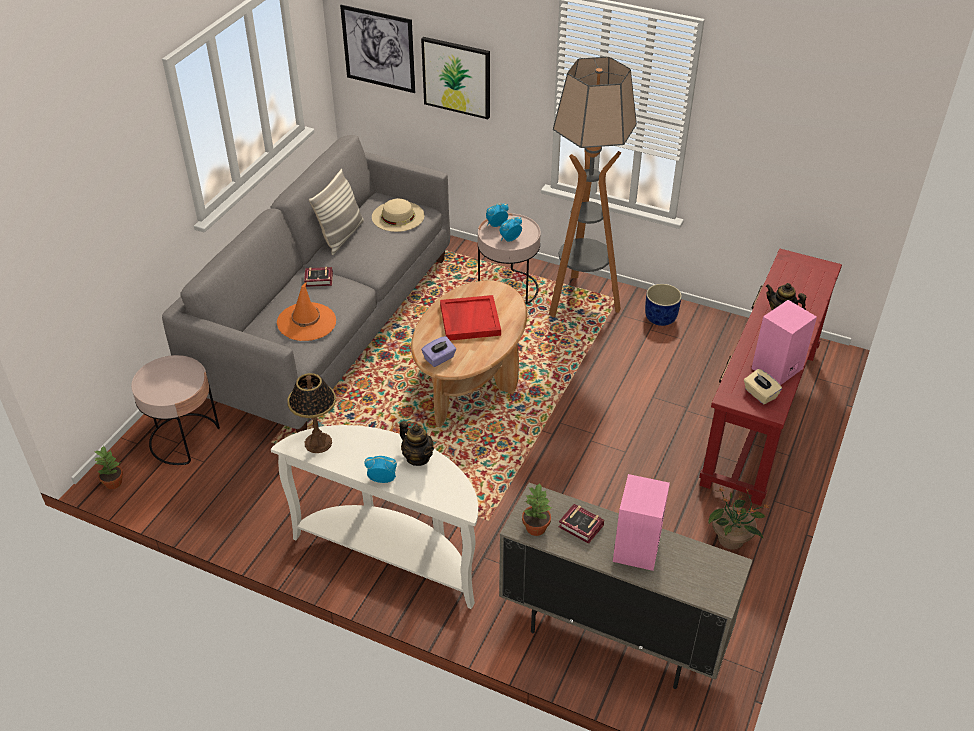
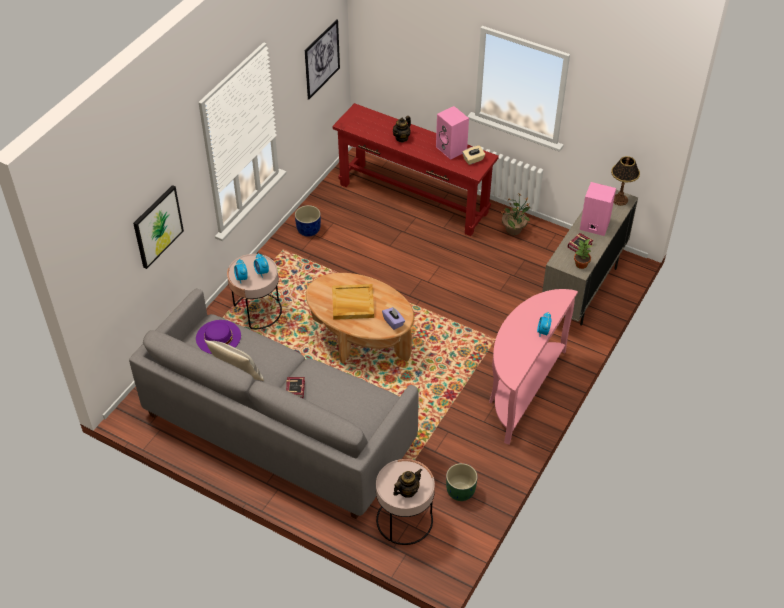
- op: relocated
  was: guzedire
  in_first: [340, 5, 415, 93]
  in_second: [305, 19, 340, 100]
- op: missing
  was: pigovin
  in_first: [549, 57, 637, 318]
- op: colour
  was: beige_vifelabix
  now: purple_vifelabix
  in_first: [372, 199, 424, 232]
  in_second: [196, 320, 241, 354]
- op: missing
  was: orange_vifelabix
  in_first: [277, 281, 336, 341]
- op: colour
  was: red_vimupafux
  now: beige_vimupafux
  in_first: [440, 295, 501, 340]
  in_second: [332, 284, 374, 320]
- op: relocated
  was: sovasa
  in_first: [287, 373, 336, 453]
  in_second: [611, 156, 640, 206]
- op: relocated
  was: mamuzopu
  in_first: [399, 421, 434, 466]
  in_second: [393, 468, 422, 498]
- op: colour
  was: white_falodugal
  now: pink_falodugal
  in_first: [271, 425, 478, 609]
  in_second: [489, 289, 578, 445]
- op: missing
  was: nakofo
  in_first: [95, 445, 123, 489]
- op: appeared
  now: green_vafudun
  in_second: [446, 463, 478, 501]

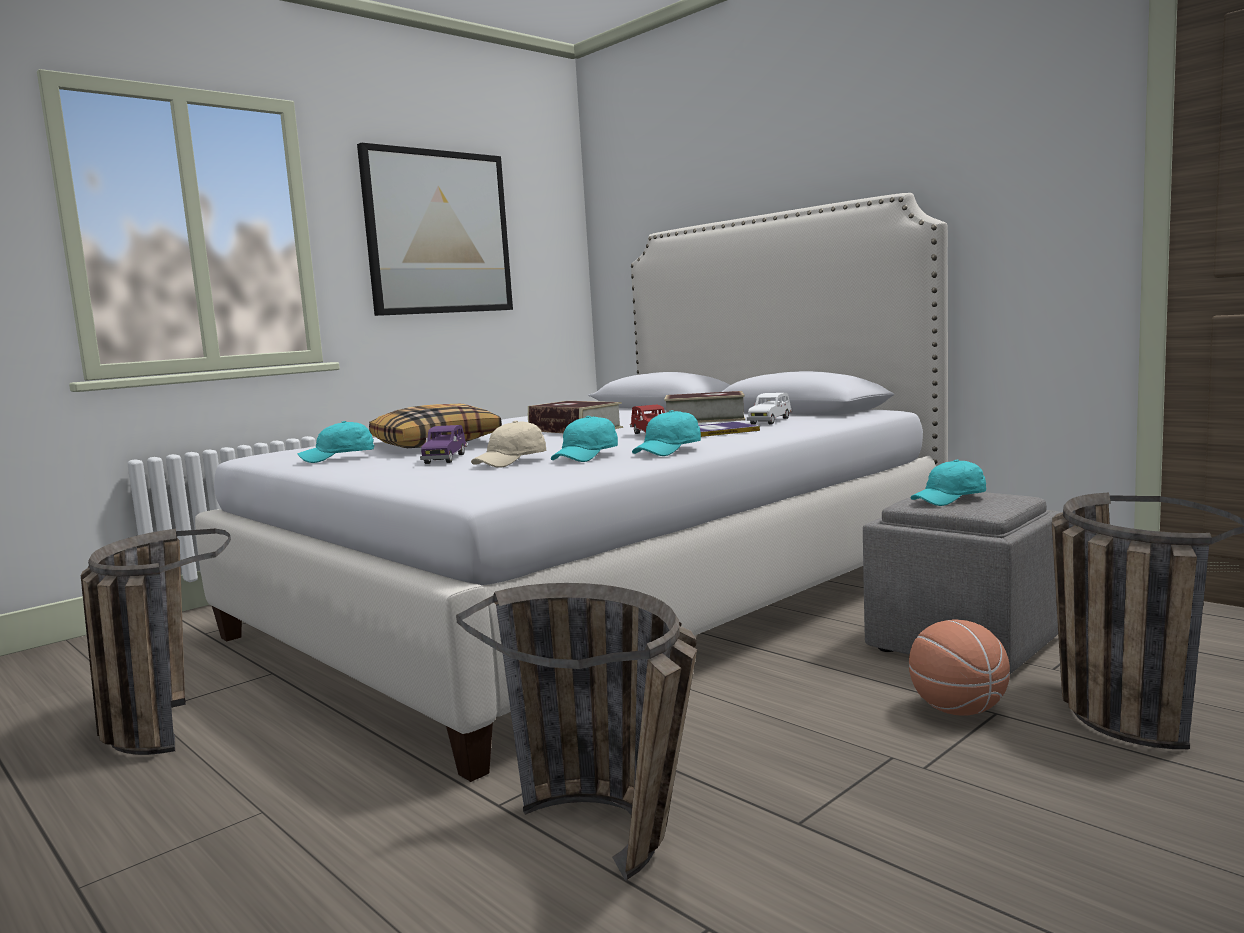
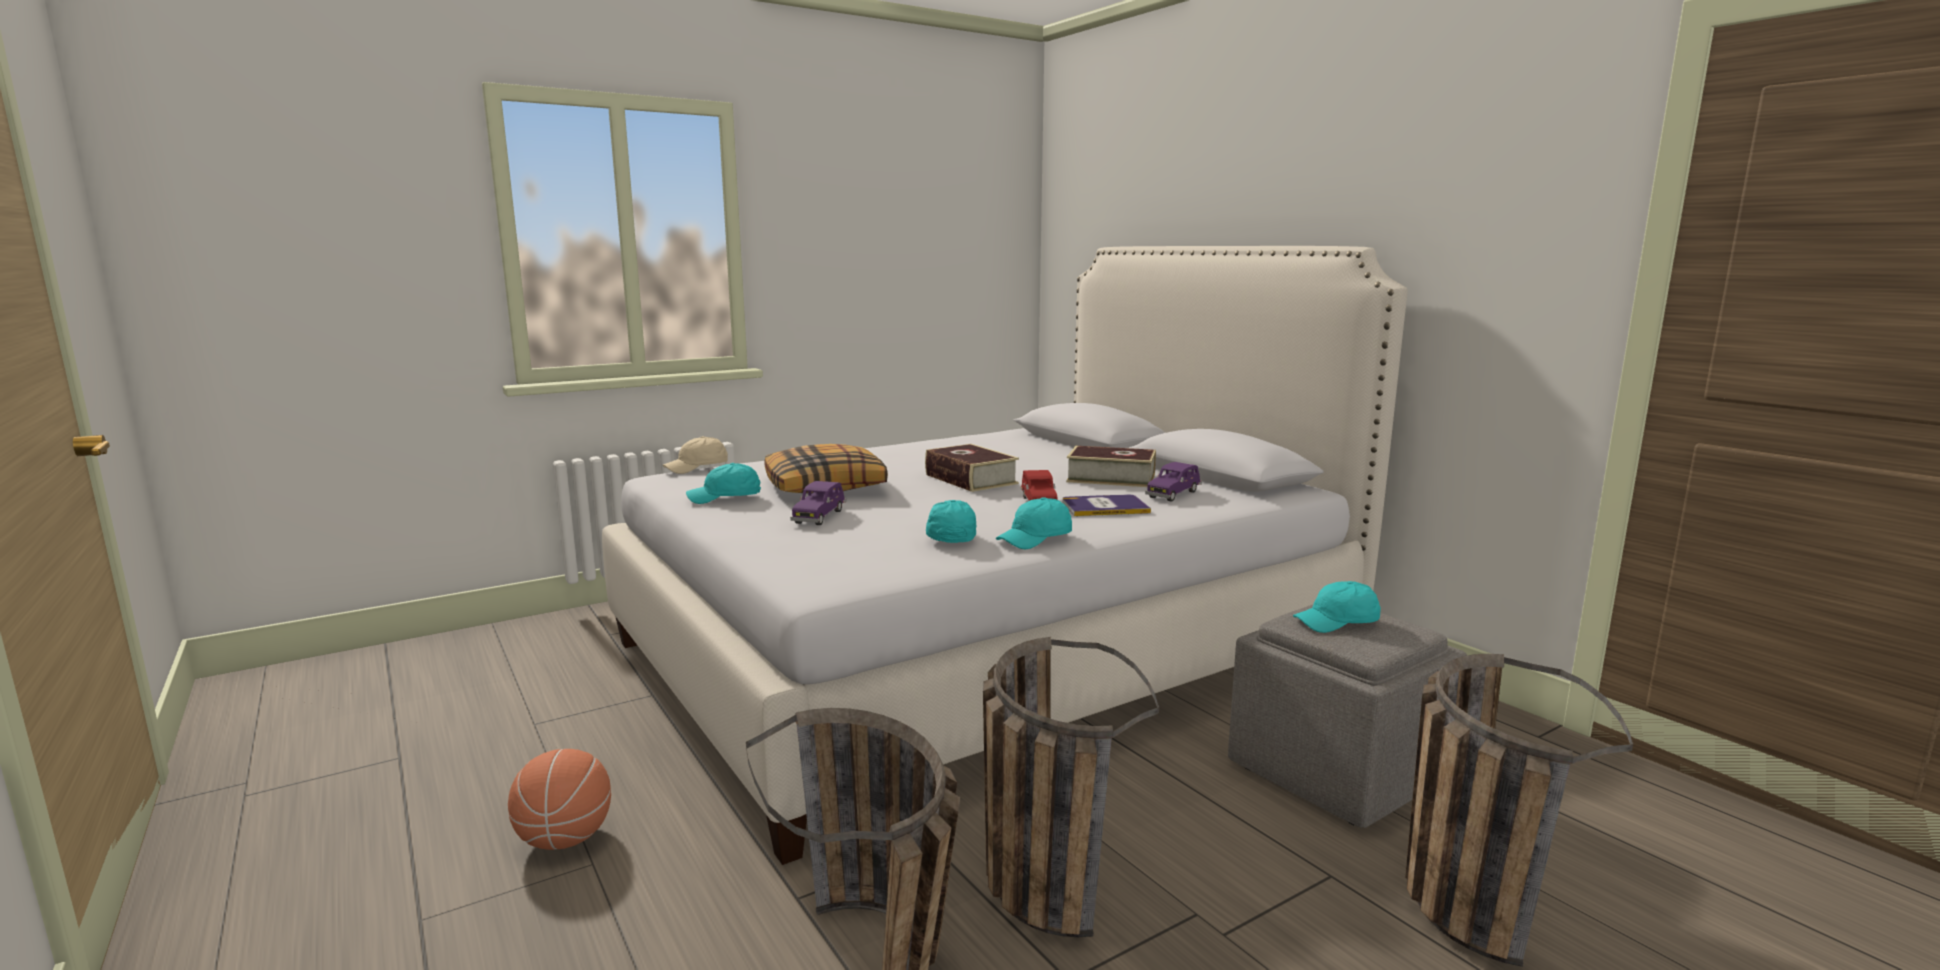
- op: missing
  was: guzedire
  in_first: [357, 143, 513, 316]
- op: colour
  was: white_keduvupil
  now: purple_keduvupil
  in_first: [747, 393, 792, 424]
  in_second: [1145, 462, 1202, 502]
- op: spun
  was: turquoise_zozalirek
  in_first: [551, 416, 618, 462]
  in_second: [926, 500, 976, 543]
  clockwise: 135
- op: relocated
  was: beige_zozalirek
  in_first: [471, 421, 546, 468]
  in_second: [663, 436, 728, 474]
- op: relocated
  was: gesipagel
  in_first: [81, 529, 231, 755]
  in_second: [983, 637, 1159, 937]
- op: relocated
  was: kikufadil
  in_first: [909, 619, 1010, 716]
  in_second: [508, 749, 611, 850]

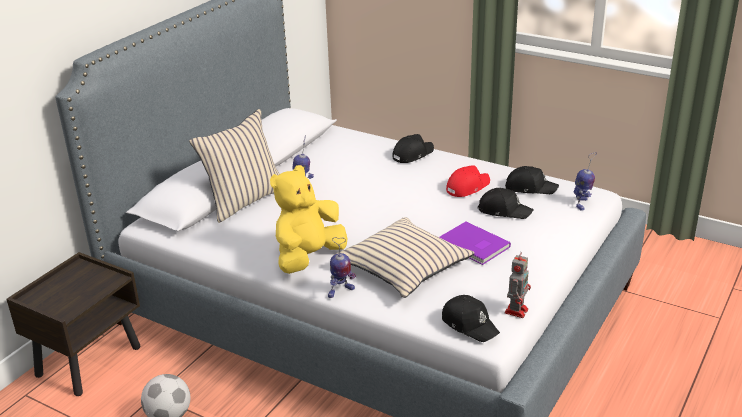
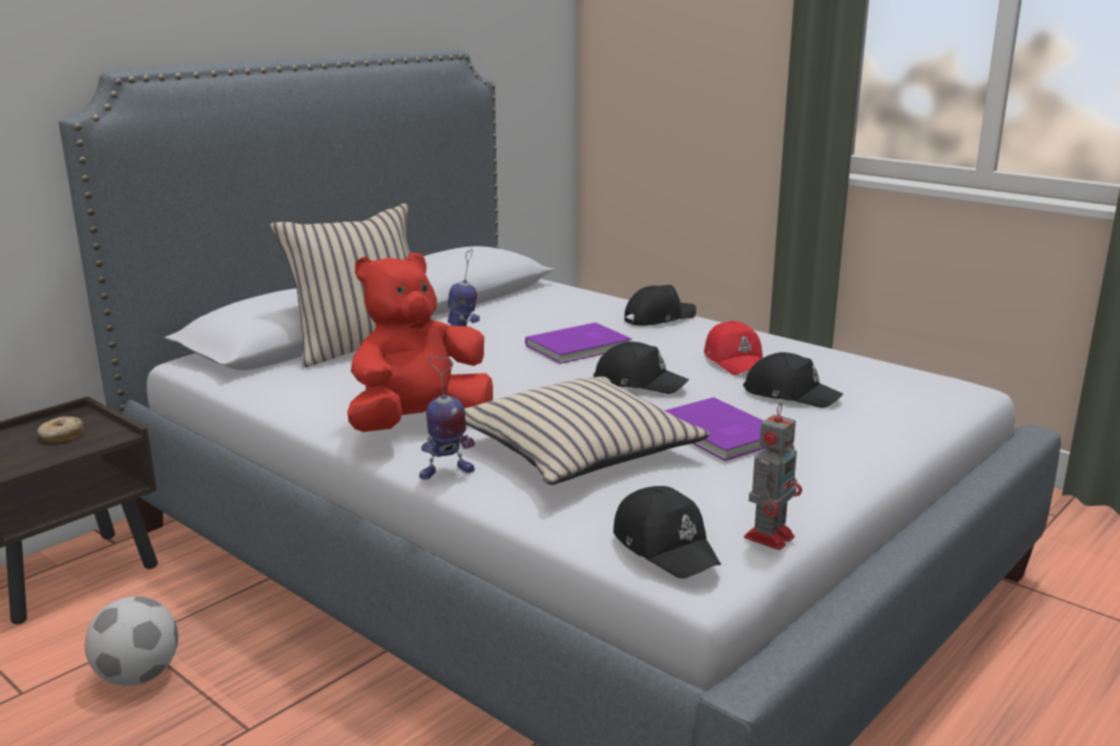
- op: missing
  was: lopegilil
  in_first: [574, 152, 597, 211]
- op: colour
  was: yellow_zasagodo
  now: red_zasagodo
  in_first: [270, 165, 348, 274]
  in_second: [347, 253, 493, 432]
- op: spun
  was: red_zozalirek
  in_first: [446, 165, 490, 197]
  in_second: [704, 321, 763, 375]
  clockwise: 105
- op: relocated
  was: black_zozalirek
  in_first: [505, 166, 559, 194]
  in_second: [593, 341, 689, 394]
- op: appeared
  now: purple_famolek
  in_second: [525, 322, 632, 364]
- op: appeared
  now: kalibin
  in_second: [37, 416, 83, 442]

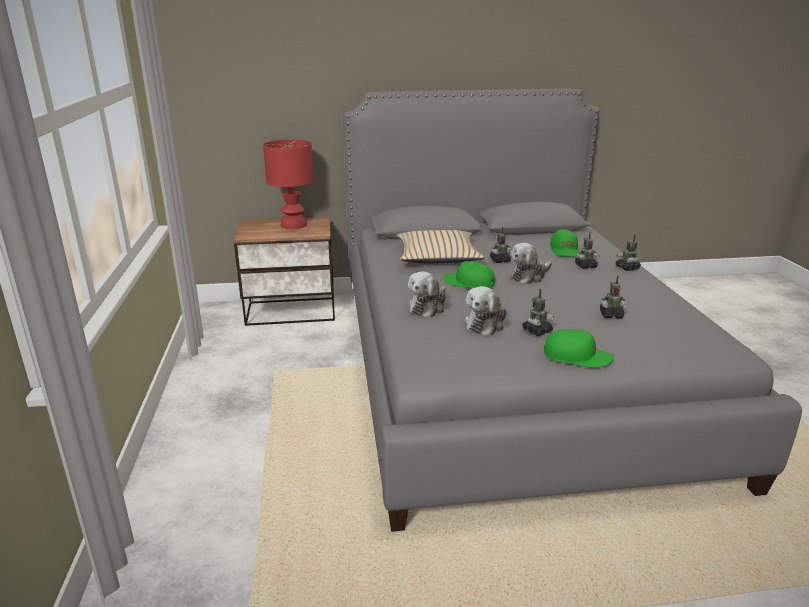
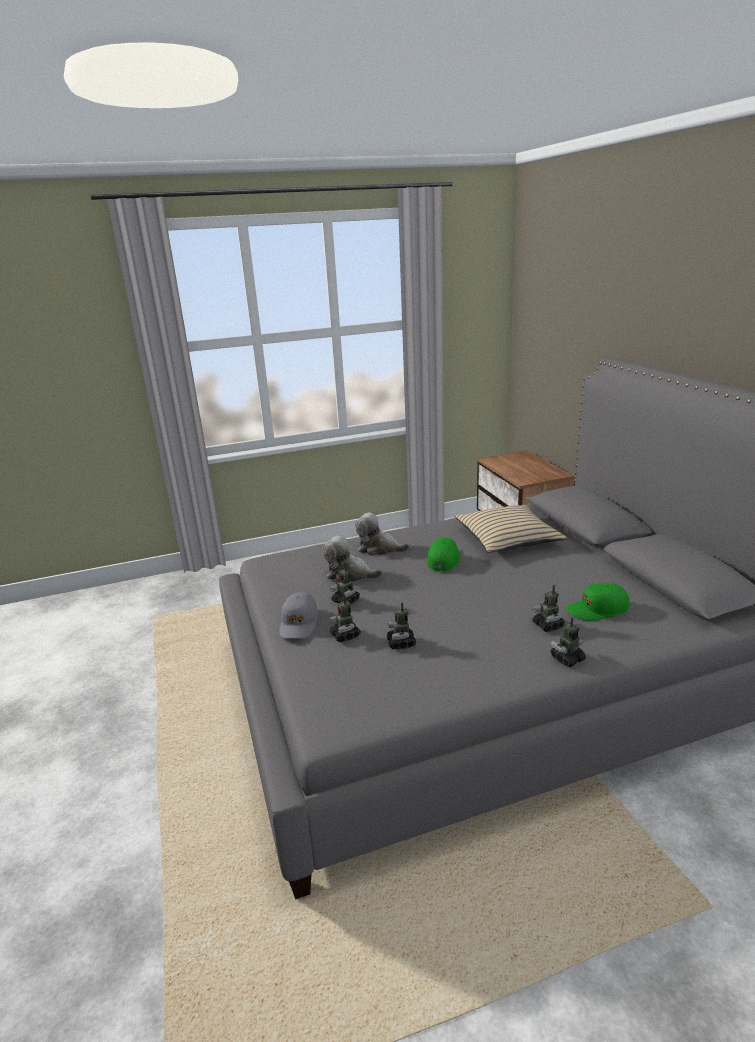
- op: missing
  was: red_sovasa
  in_first: [263, 140, 314, 229]
- op: relocated
  was: lopegilil
  in_first: [490, 227, 512, 263]
  in_second: [330, 595, 361, 642]
- op: missing
  was: zasagodo
  in_first: [511, 243, 552, 284]
- op: colour
  was: green_zozalirek
  now: grey_zozalirek
  in_first: [544, 329, 614, 368]
  in_second: [279, 592, 318, 639]

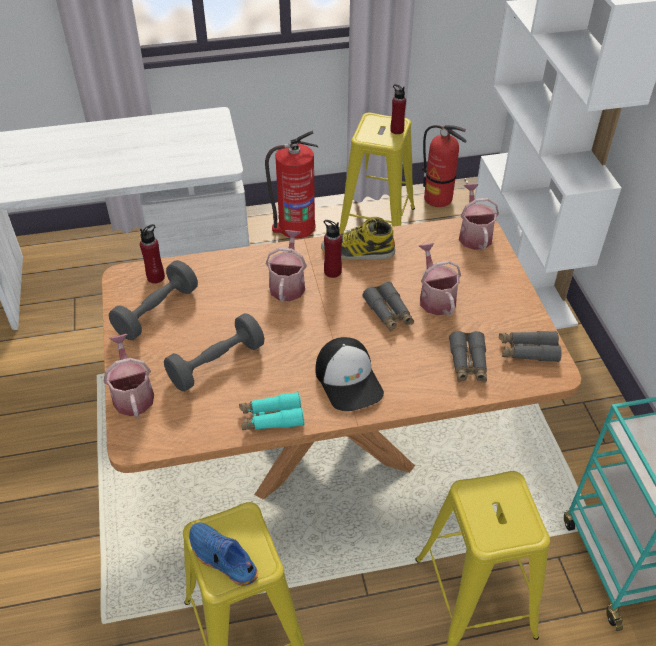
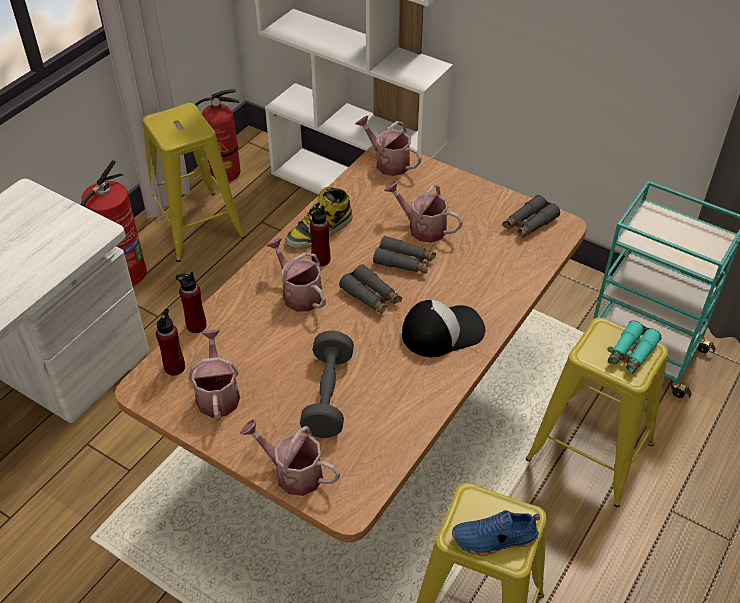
- op: relocated
  was: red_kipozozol
  in_first: [391, 84, 406, 134]
  in_second: [176, 271, 207, 333]
- op: exchanged
  was: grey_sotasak
  now: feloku
  in_first: [109, 260, 198, 340]
  in_second: [188, 330, 240, 421]
- op: relocated
  was: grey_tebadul
  in_first: [449, 331, 487, 383]
  in_second: [339, 264, 402, 315]
- op: spun
  was: zozalirek
  in_first: [315, 337, 384, 411]
  in_second: [402, 300, 485, 357]
  clockwise: -45
- op: relocated
  was: turquoise_tebadul
  in_first: [239, 392, 304, 430]
  in_second: [608, 320, 661, 374]

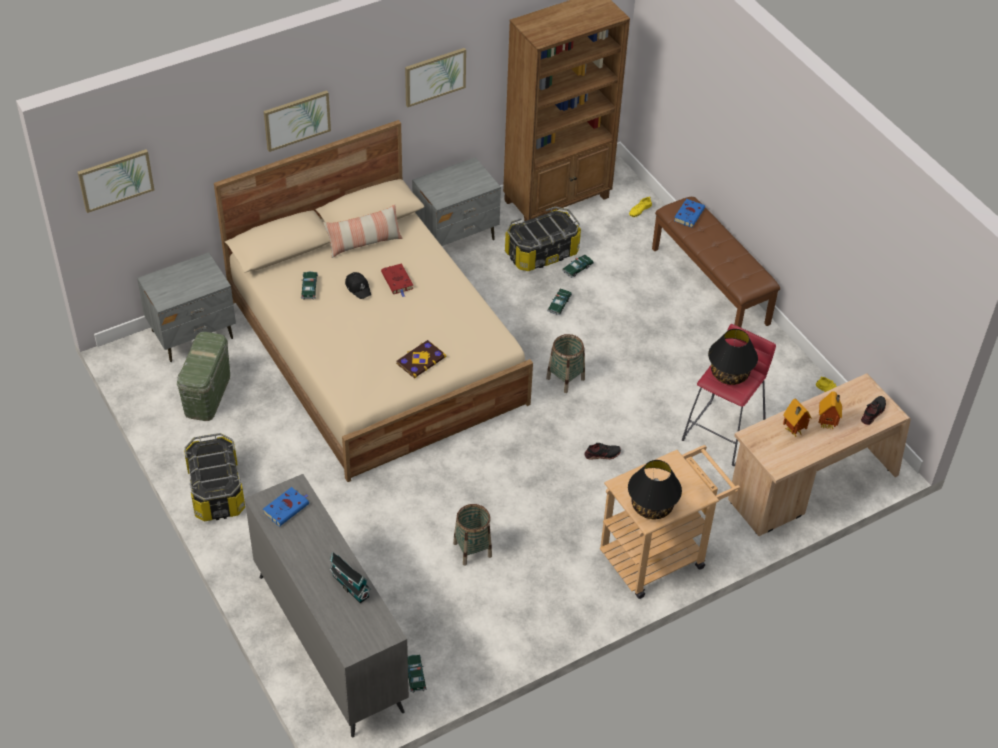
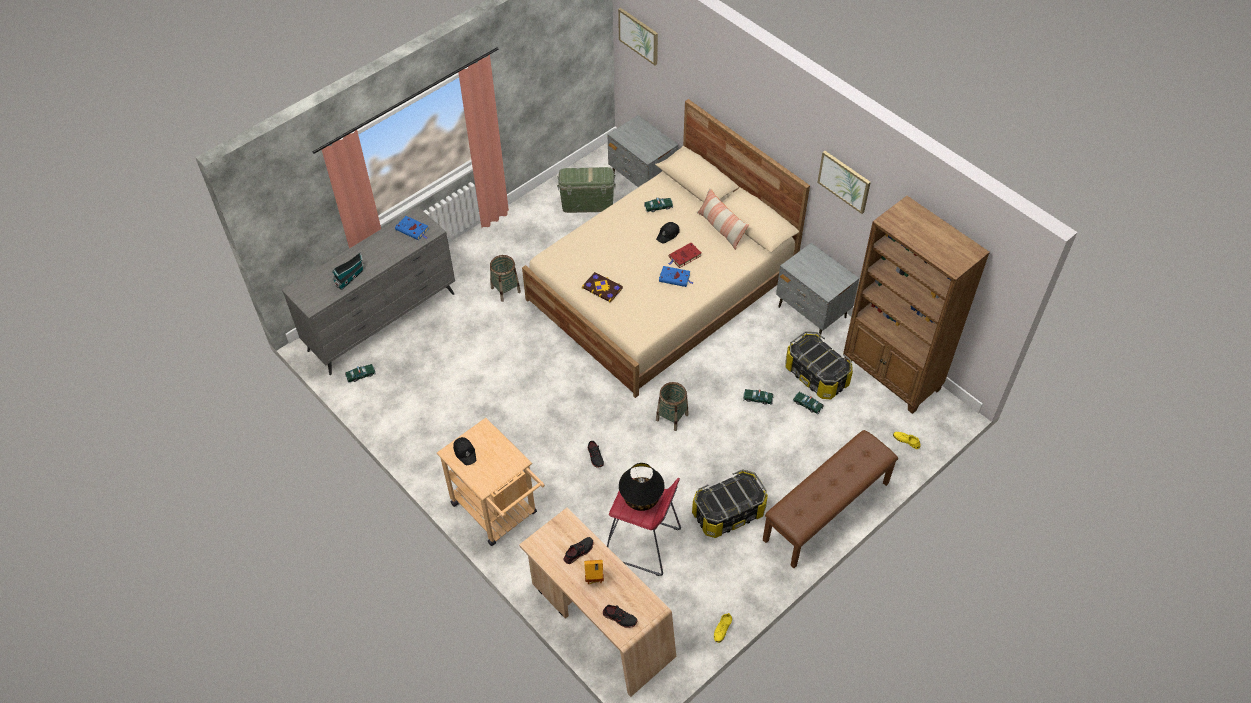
- op: missing
  was: guzedire
  in_first: [264, 90, 331, 152]
- op: relocated
  was: blue_famolek
  in_first: [674, 199, 705, 227]
  in_second: [659, 266, 694, 287]
- op: exchanged
  was: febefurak
  now: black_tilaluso
  in_first: [783, 398, 811, 437]
  in_second: [564, 537, 594, 564]
- op: relocated
  was: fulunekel
  in_first: [184, 433, 245, 522]
  in_second: [692, 469, 768, 538]
- op: exchanged
  was: black_sovasa
  now: black_zozalirek
  in_first: [628, 460, 682, 519]
  in_second: [453, 437, 476, 465]
- op: relocated
  was: gesipagel
  in_first: [453, 504, 492, 566]
  in_second: [490, 255, 521, 302]

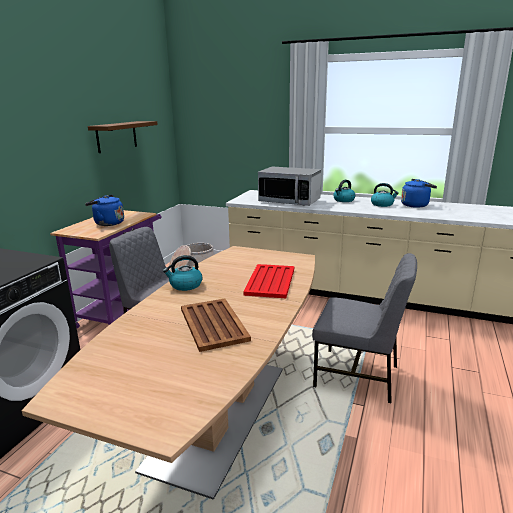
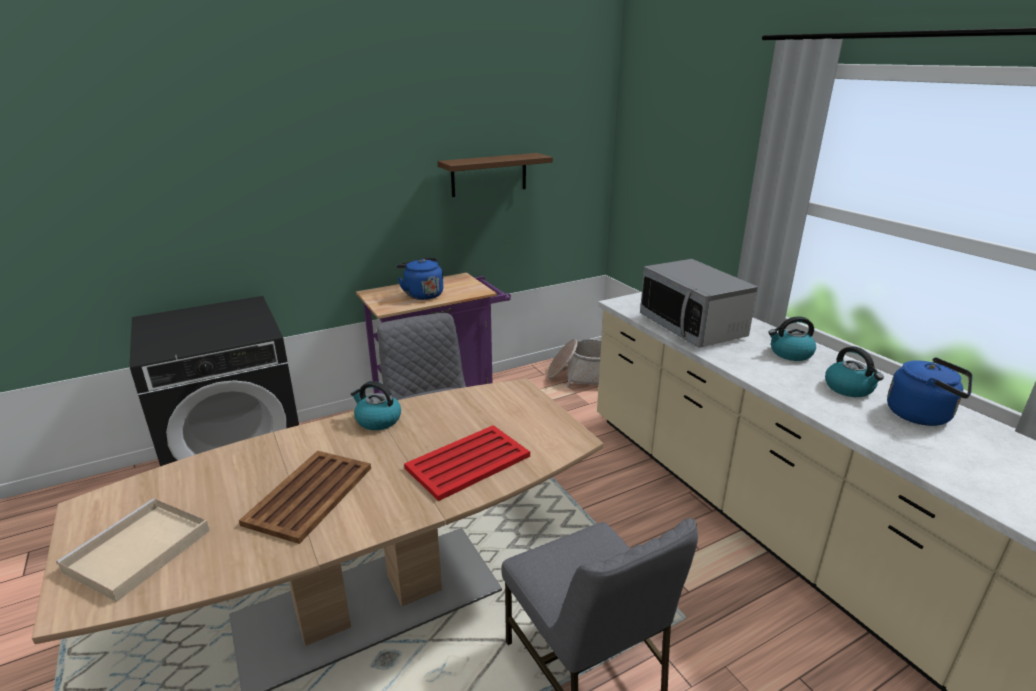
- op: appeared
  now: beige_vimupafux
  in_second: [56, 499, 210, 602]

